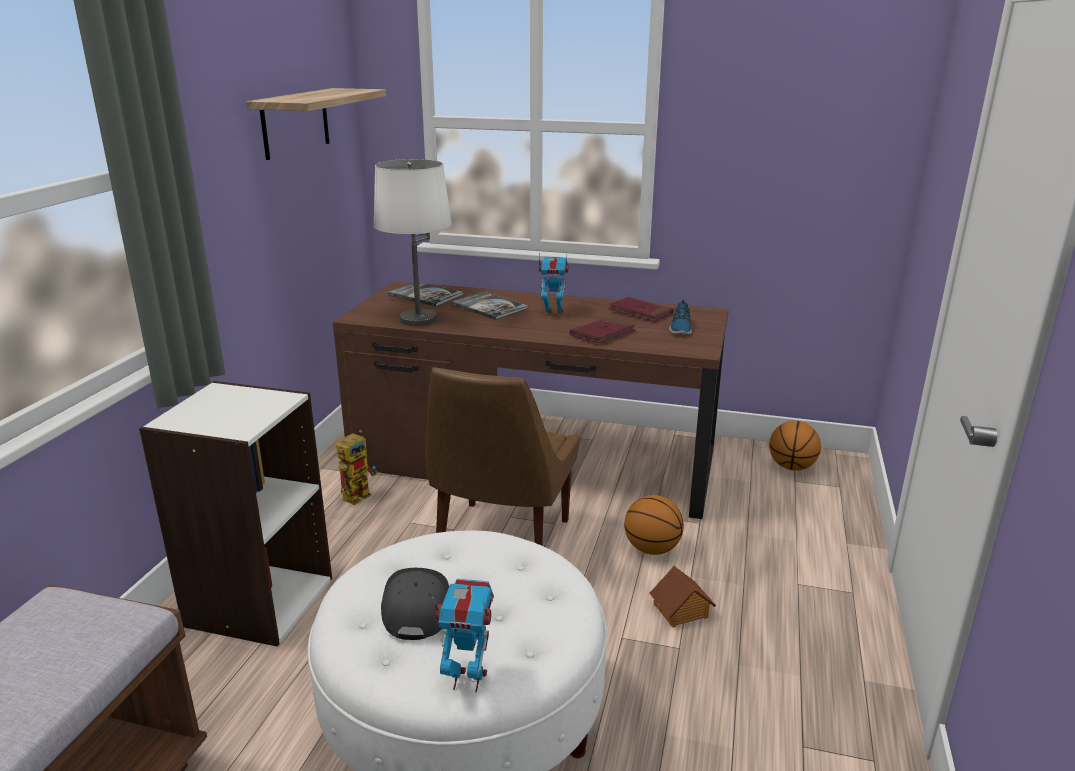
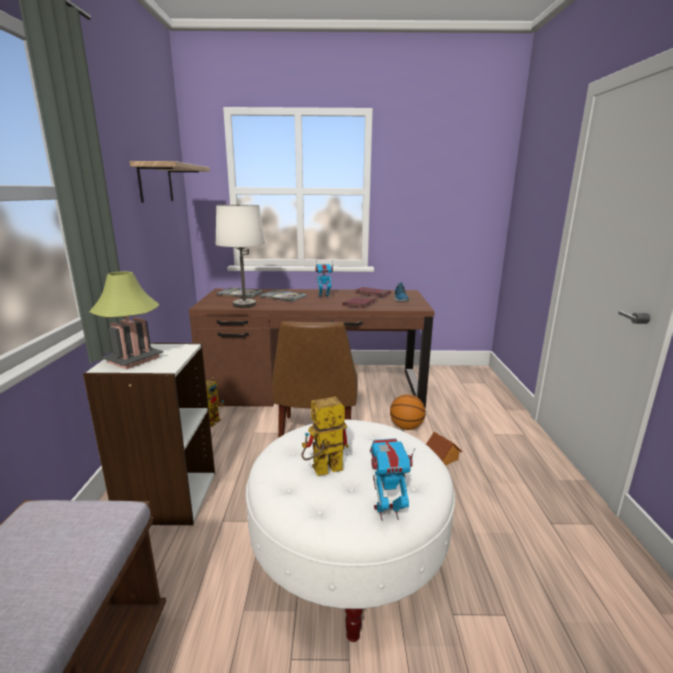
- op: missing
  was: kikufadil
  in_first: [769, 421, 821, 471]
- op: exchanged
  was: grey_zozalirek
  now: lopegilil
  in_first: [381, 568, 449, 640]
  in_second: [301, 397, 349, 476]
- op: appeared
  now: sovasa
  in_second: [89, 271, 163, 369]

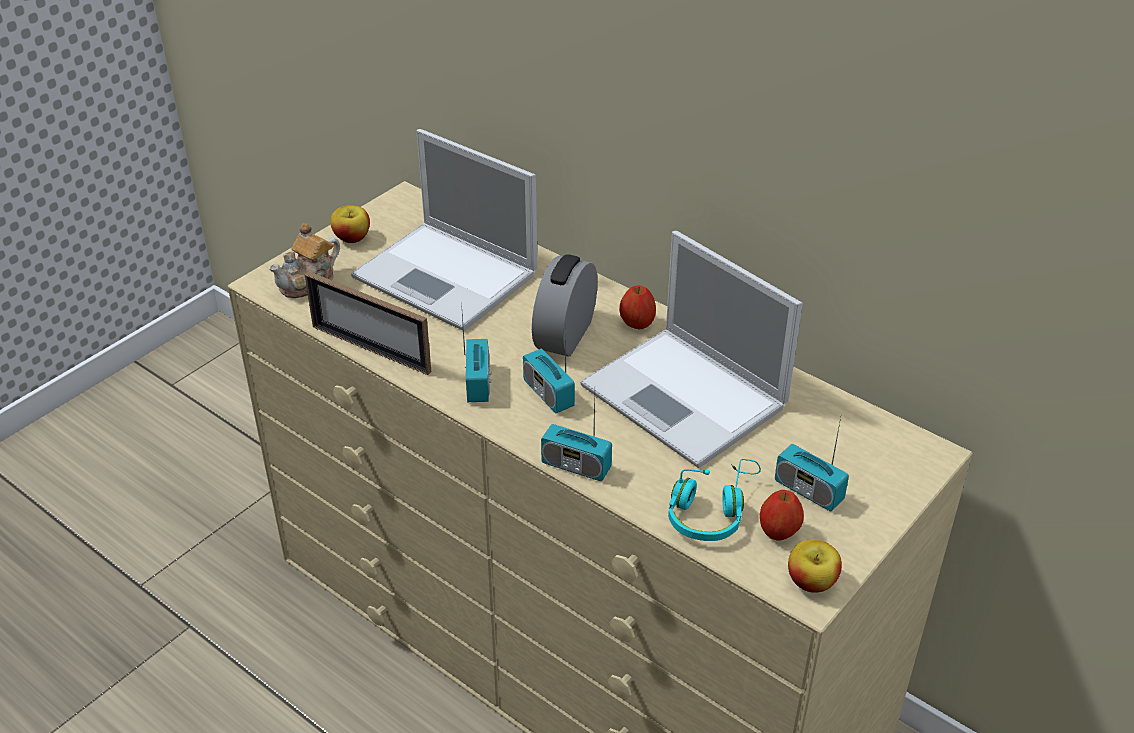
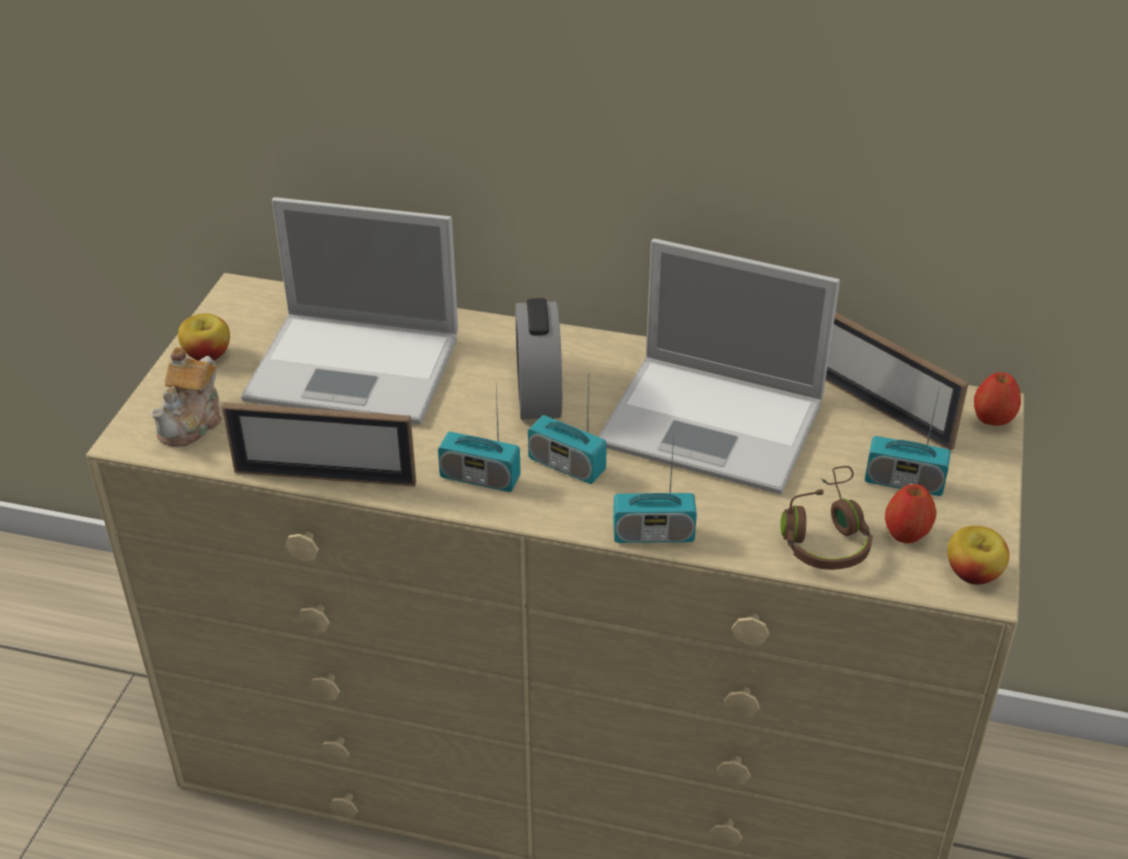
- op: relocated
  was: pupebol
  in_first: [619, 285, 656, 329]
  in_second: [974, 372, 1021, 426]
- op: spun
  was: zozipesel
  in_first: [461, 302, 491, 402]
  in_second: [438, 389, 521, 492]
  clockwise: 135
- op: colour
  was: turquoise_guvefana
  now: brown_guvefana
  in_first: [668, 459, 761, 541]
  in_second: [781, 466, 873, 570]
- op: appeared
  now: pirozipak
  in_second: [825, 312, 969, 451]

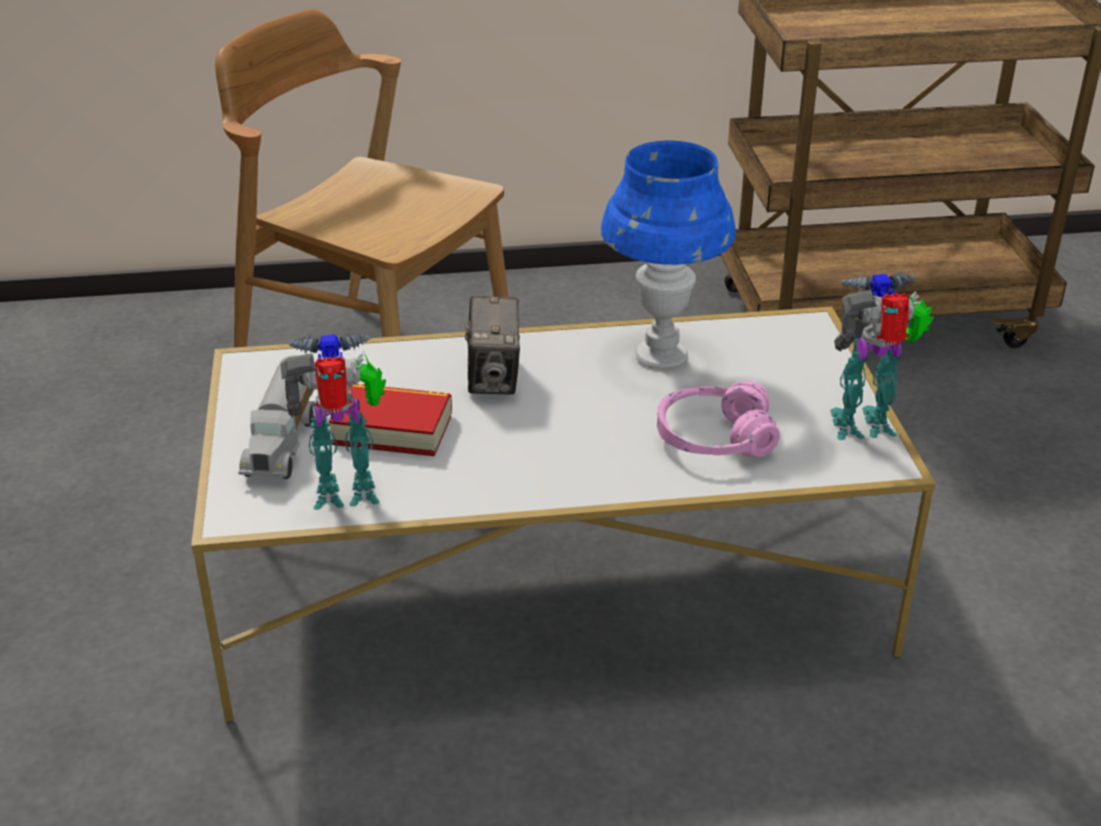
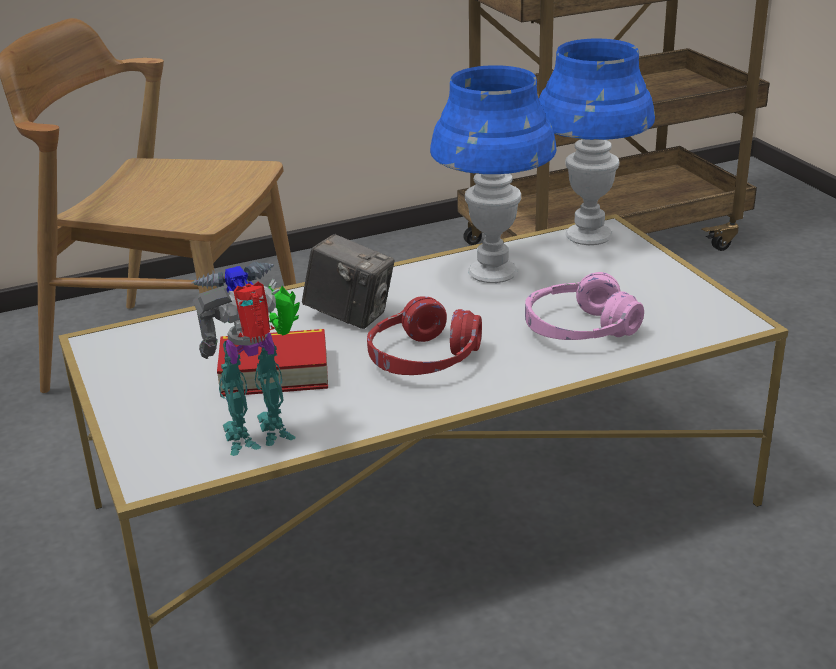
- op: missing
  was: lopegilil
  in_first: [830, 272, 934, 440]
- op: spun
  was: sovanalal
  in_first: [465, 296, 520, 394]
  in_second: [302, 234, 395, 329]
  clockwise: -45
- op: missing
  was: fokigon
  in_first: [238, 355, 315, 479]
- op: appeared
  now: blue_sovasa
  in_second: [539, 39, 655, 245]
- op: appeared
  now: red_guvefana
  in_second: [367, 296, 482, 375]

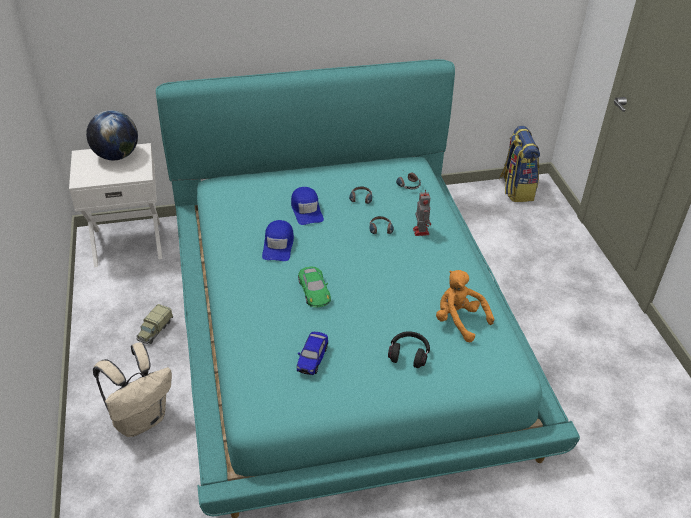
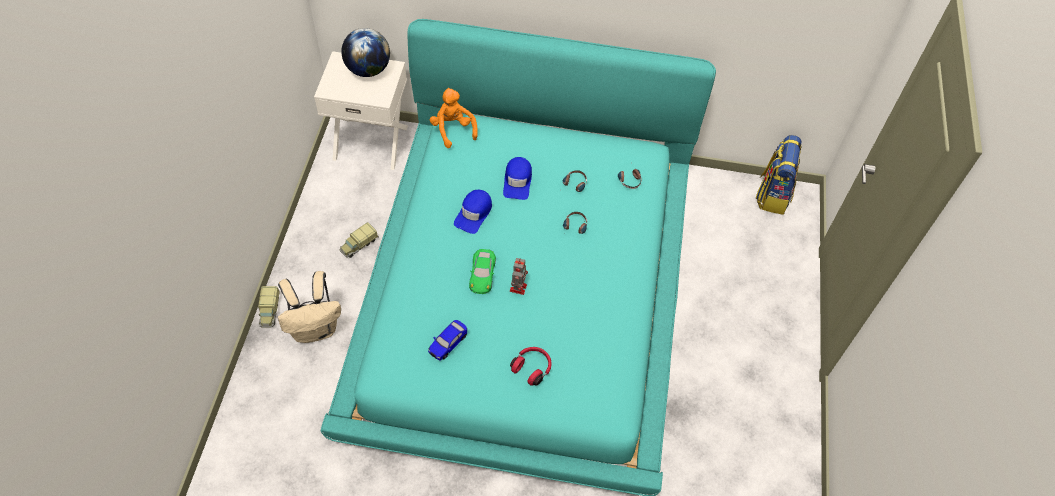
- op: relocated
  was: lopegilil
  in_first: [413, 189, 431, 236]
  in_second: [510, 258, 528, 295]
- op: relocated
  was: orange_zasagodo
  in_first: [436, 270, 494, 342]
  in_second: [430, 88, 477, 148]
- op: colour
  was: black_guvefana
  now: red_guvefana
  in_first: [388, 331, 430, 368]
  in_second: [510, 347, 551, 386]
- op: appeared
  now: fokigon
  in_second: [258, 286, 280, 327]

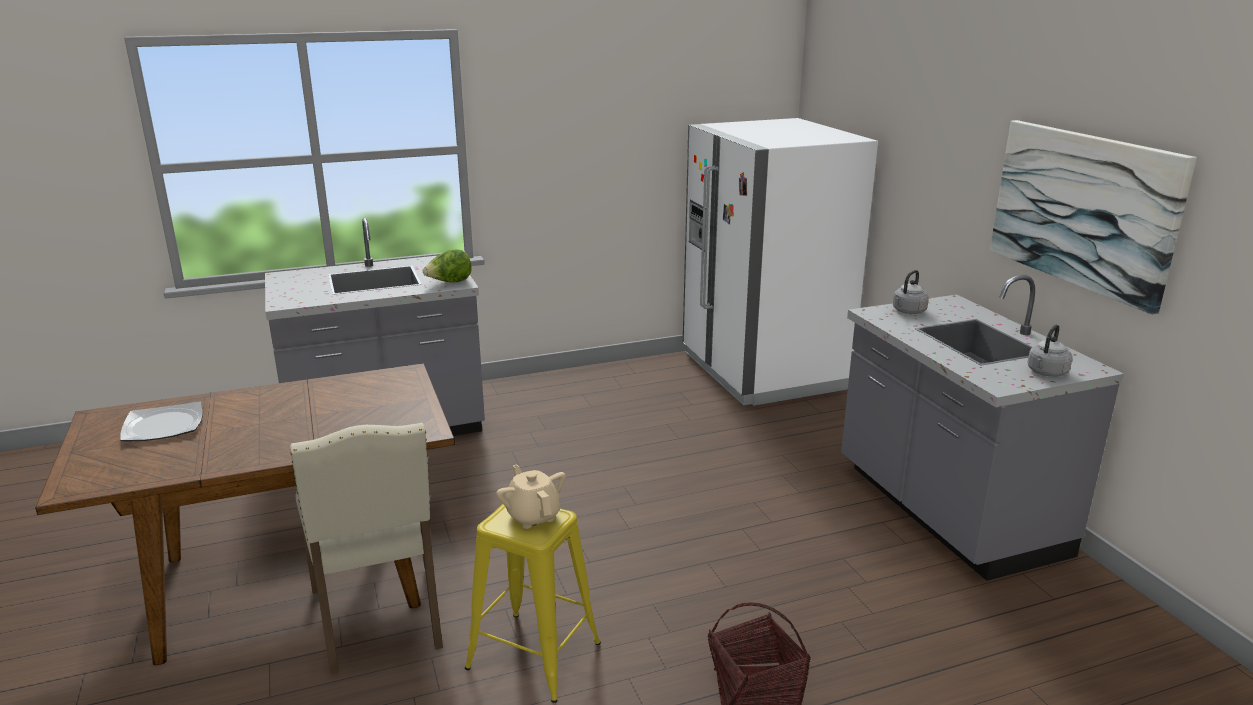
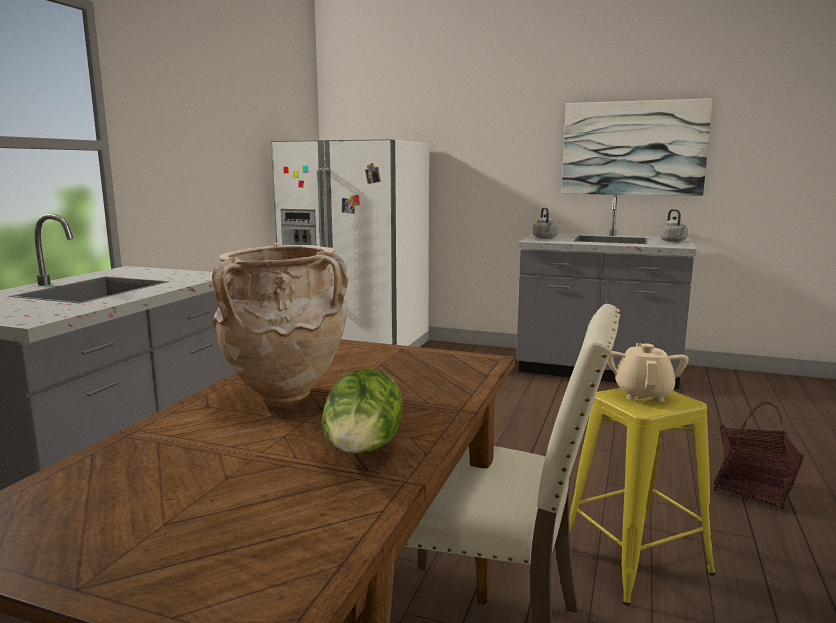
- op: relocated
  was: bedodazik
  in_first: [423, 250, 471, 283]
  in_second: [321, 368, 402, 454]
- op: missing
  was: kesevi
  in_first: [120, 401, 203, 442]
- op: spun
  was: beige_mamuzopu
  in_first: [496, 464, 566, 529]
  in_second: [607, 343, 689, 402]
  clockwise: 90
- op: appeared
  now: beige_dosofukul
  in_second: [212, 242, 348, 403]

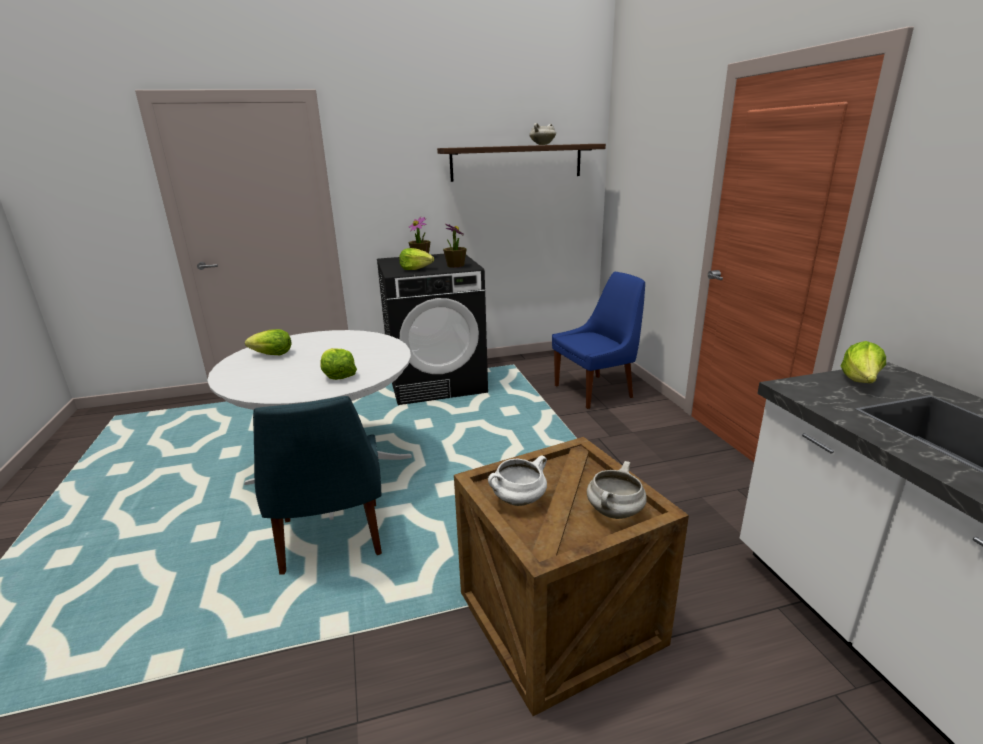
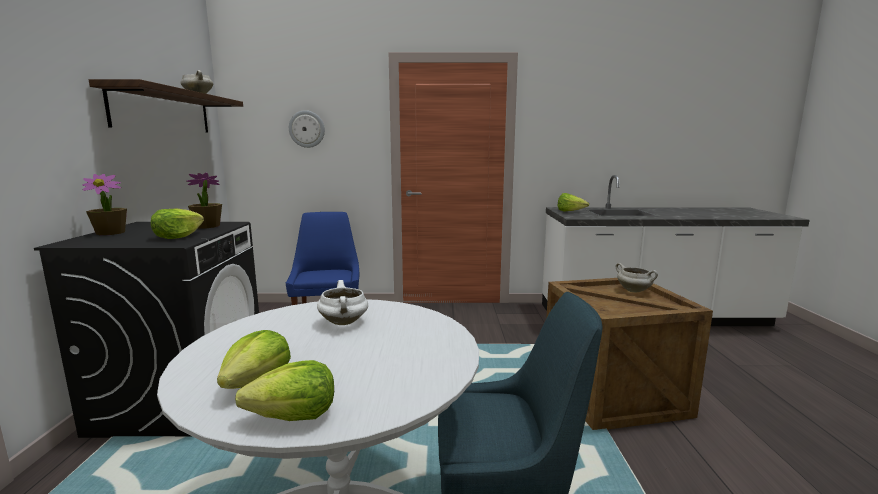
- op: relocated
  was: bedodazik
  in_first: [321, 348, 357, 380]
  in_second: [235, 360, 334, 421]
- op: relocated
  was: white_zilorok
  in_first: [488, 456, 547, 506]
  in_second: [317, 280, 368, 325]
- op: appeared
  now: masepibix
  in_second: [289, 110, 325, 148]

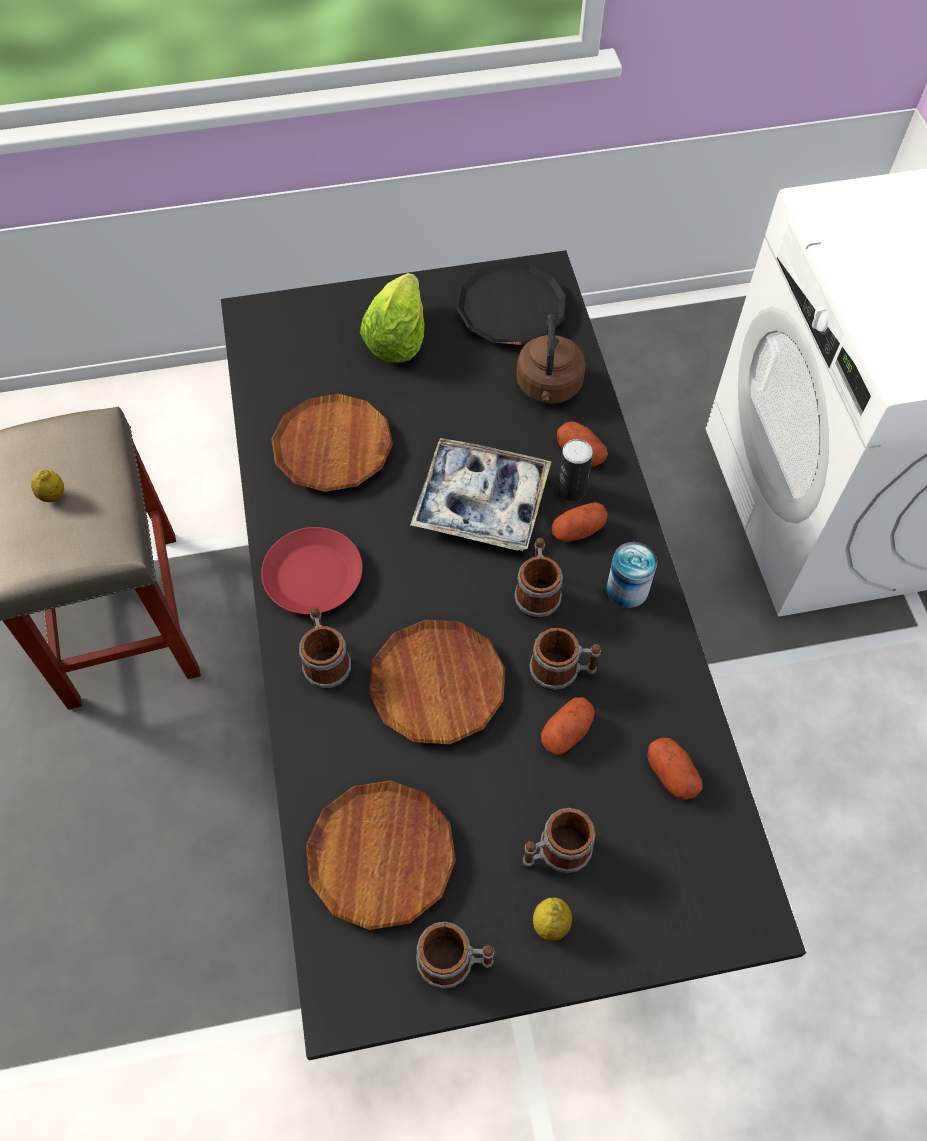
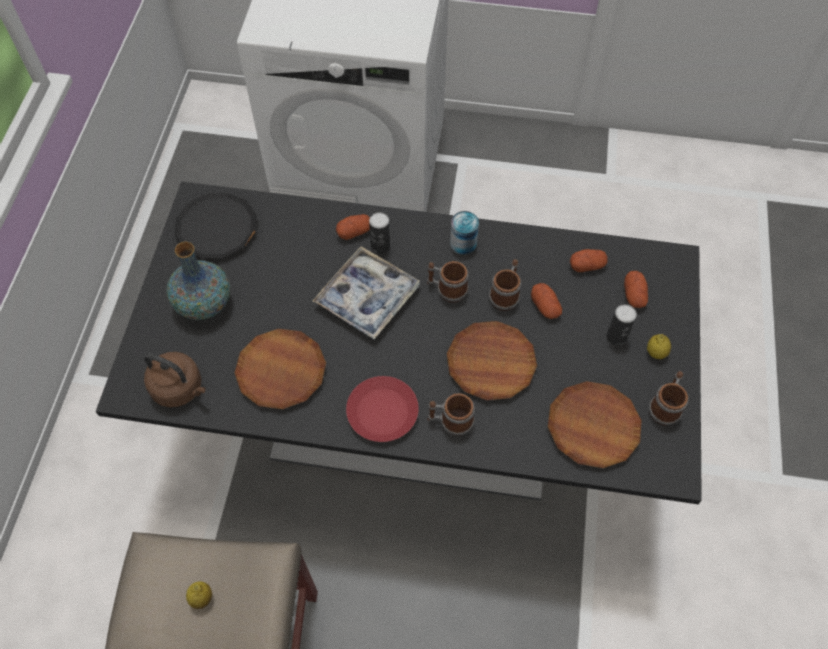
- op: exchanged
  was: bedodazik
  now: dosofukul
  in_first: [360, 273, 424, 363]
  in_second: [166, 242, 230, 320]
- op: relocated
  was: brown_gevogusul
  in_first: [516, 314, 586, 404]
  in_second: [144, 352, 206, 407]
- op: relocated
  was: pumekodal
  in_first: [551, 502, 608, 542]
  in_second: [624, 271, 648, 308]
- op: exchanged
  was: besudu
  now: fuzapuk
  in_first: [521, 808, 595, 873]
  in_second: [606, 304, 637, 346]

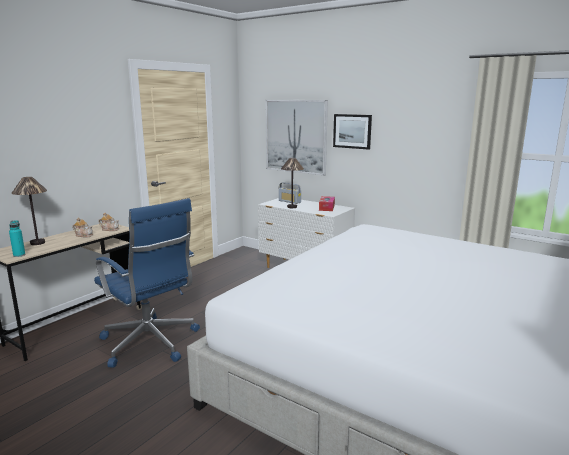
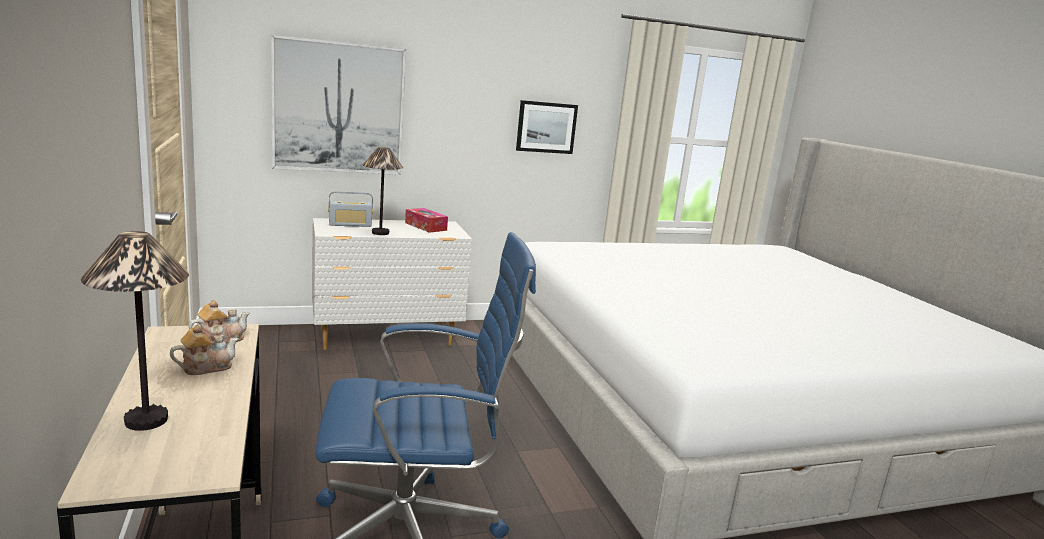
- op: relocated
  was: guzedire
  in_first: [333, 114, 372, 150]
  in_second: [516, 100, 578, 154]
- op: missing
  was: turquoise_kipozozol
  in_first: [9, 220, 26, 257]

